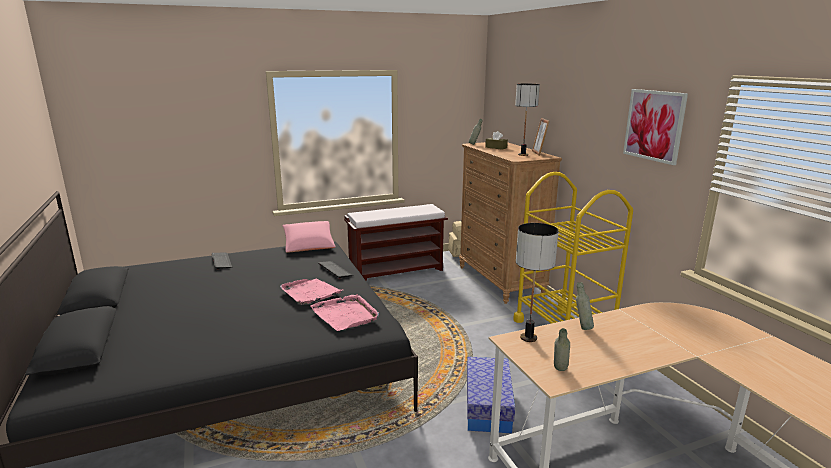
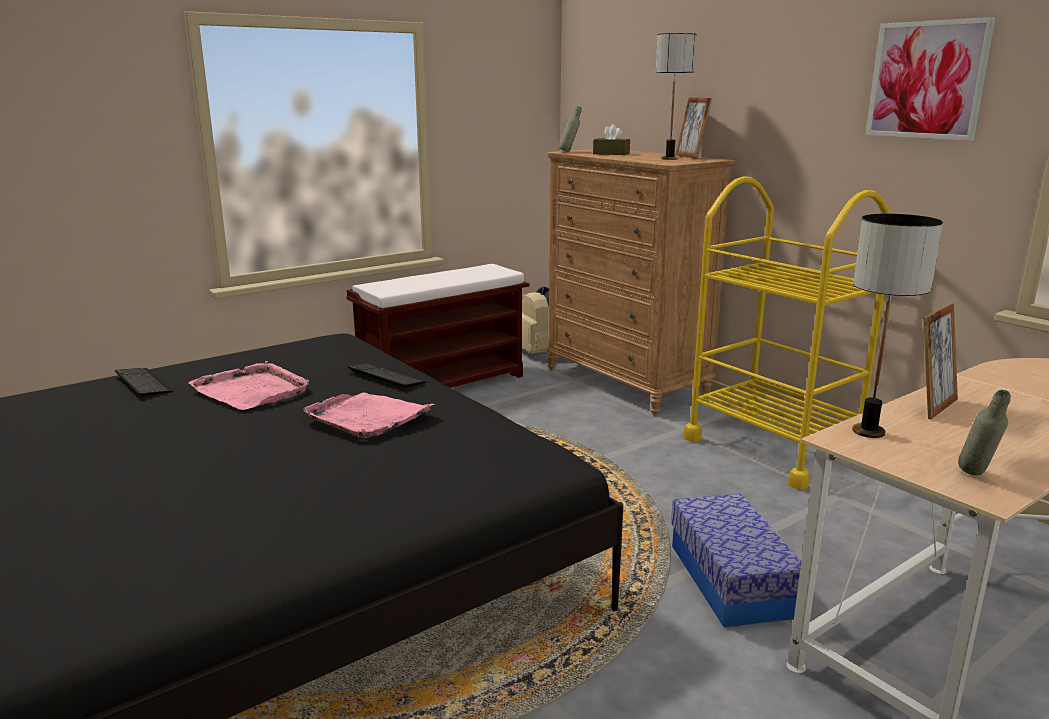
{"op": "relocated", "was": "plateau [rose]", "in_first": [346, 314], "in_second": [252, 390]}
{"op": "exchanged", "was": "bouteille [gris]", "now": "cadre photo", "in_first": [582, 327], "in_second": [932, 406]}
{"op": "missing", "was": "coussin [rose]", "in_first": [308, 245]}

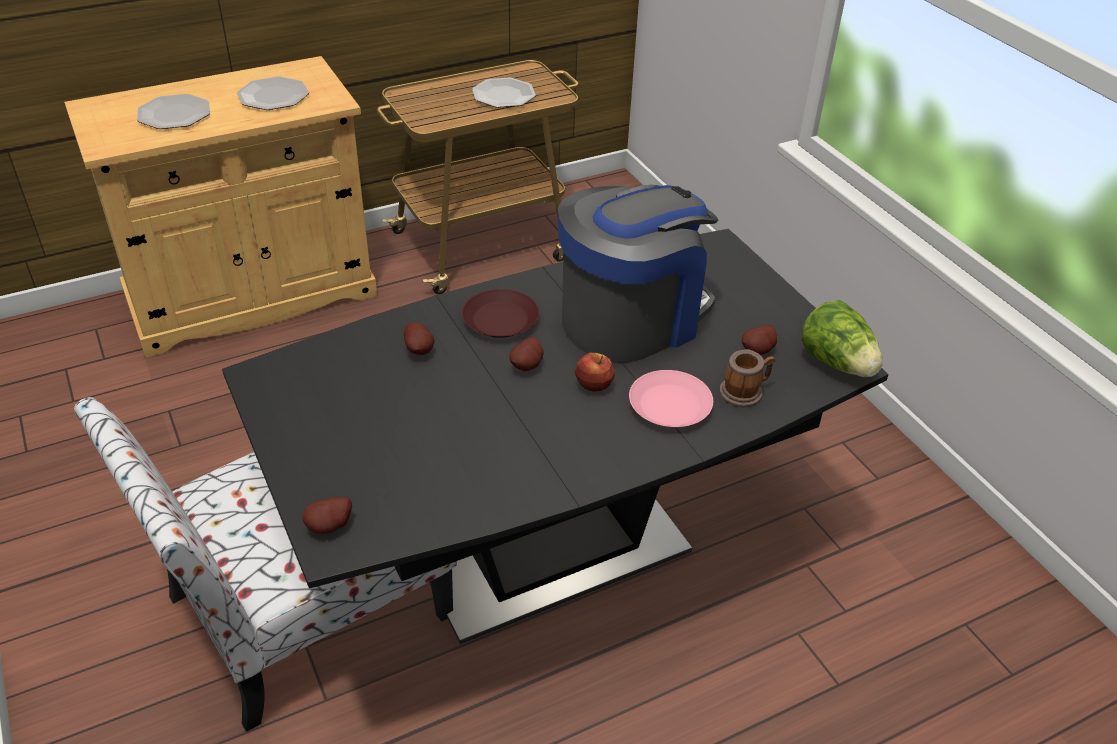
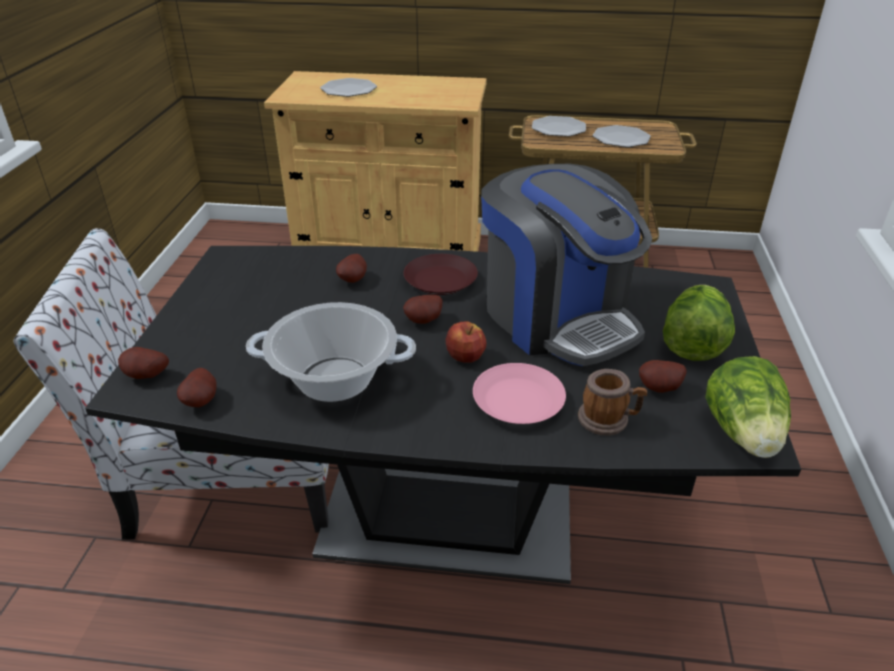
{"op": "appeared", "now": "pomme de terre", "in_second": [202, 401]}
{"op": "appeared", "now": "marmite", "in_second": [334, 380]}
{"op": "spun", "was": "machine à café", "in_first": [631, 318], "in_second": [557, 317], "clockwise": 60}
{"op": "relocated", "was": "assiette", "in_first": [273, 96], "in_second": [558, 128]}
{"op": "appeared", "now": "laitue", "in_second": [692, 344]}

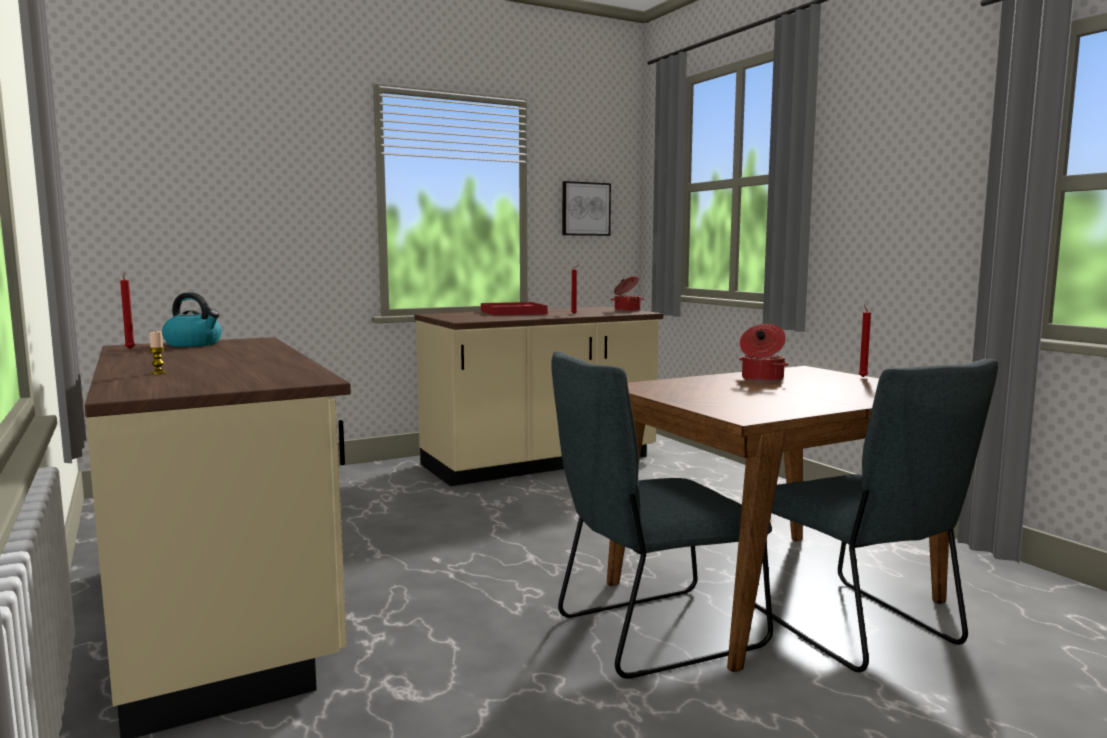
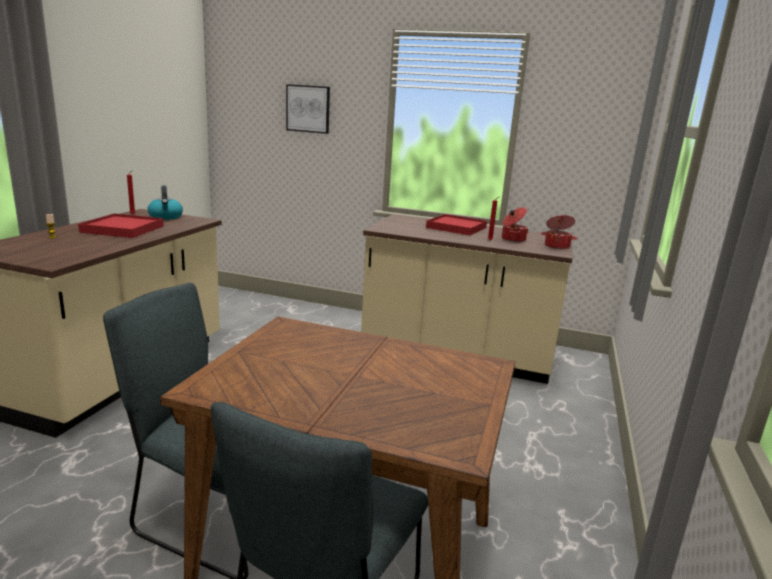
{"op": "appeared", "now": "plateau [rouge]", "in_second": [122, 229]}
{"op": "relocated", "was": "tableau", "in_first": [585, 209], "in_second": [308, 109]}
{"op": "relocated", "was": "marmite", "in_first": [761, 379], "in_second": [512, 239]}
{"op": "missing", "was": "bougie [rouge]", "in_first": [862, 377]}

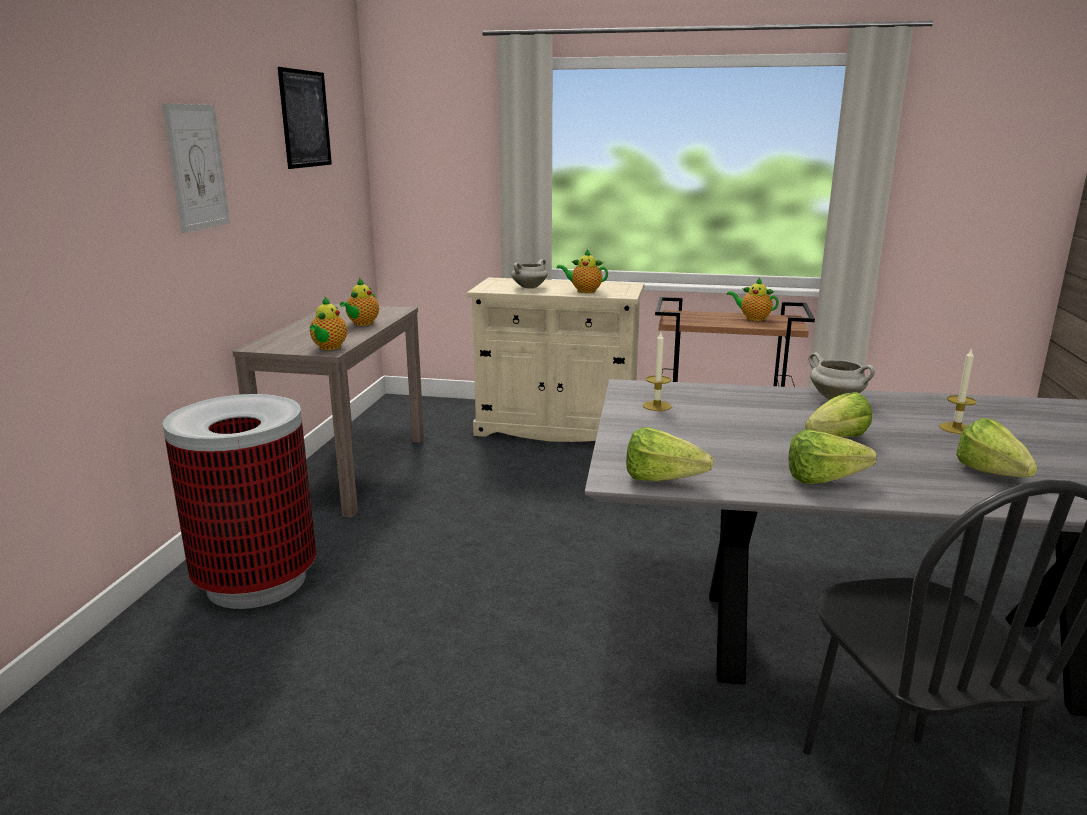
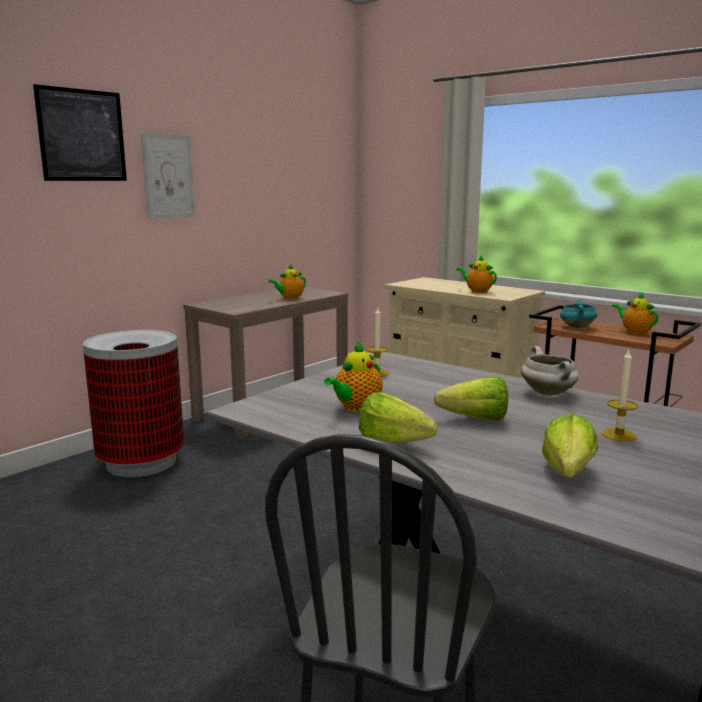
{"op": "relocated", "was": "tableau", "in_first": [305, 119], "in_second": [82, 135]}
{"op": "relocated", "was": "théière", "in_first": [329, 348], "in_second": [356, 408]}
{"op": "appeared", "now": "marmite [turquoise]", "in_second": [576, 327]}
{"op": "missing", "was": "marmite [blanc]", "in_first": [529, 287]}
{"op": "missing", "was": "laitue", "in_first": [668, 481]}

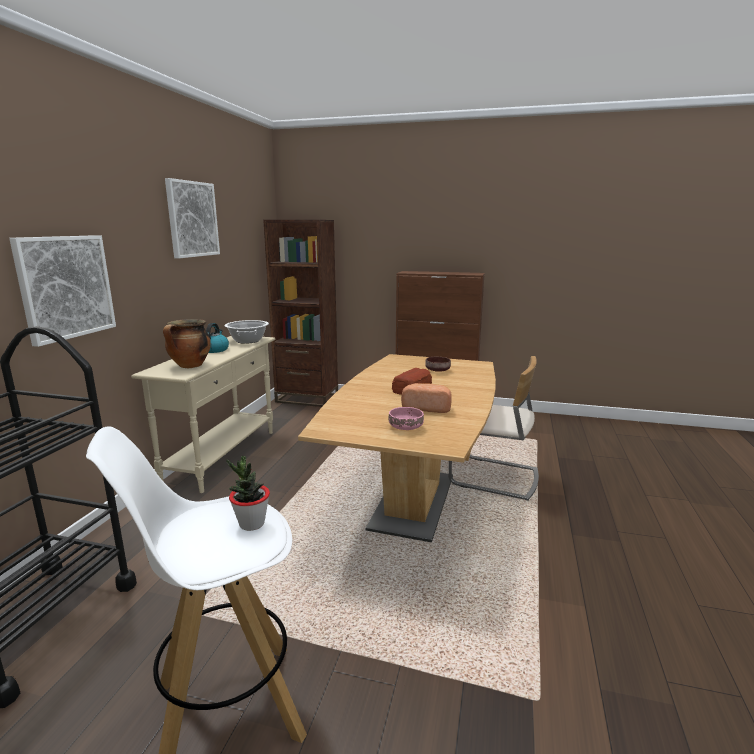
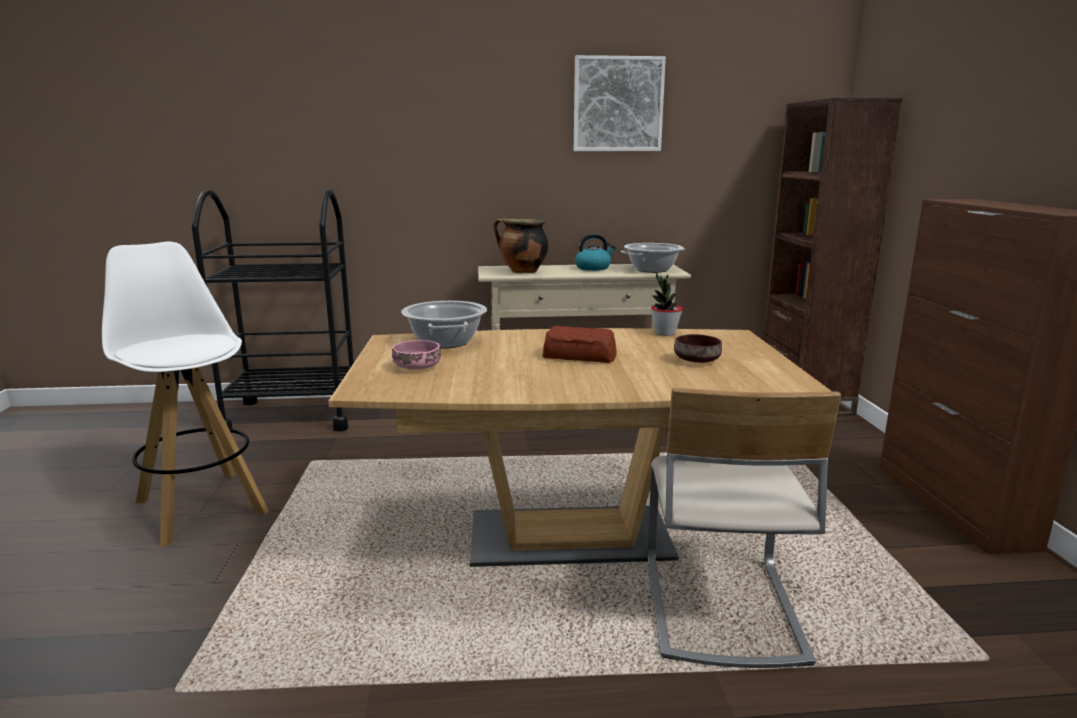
{"op": "appeared", "now": "marmite", "in_second": [446, 342]}
{"op": "relocated", "was": "plante en pot", "in_first": [251, 524], "in_second": [665, 333]}
{"op": "missing", "was": "tableau", "in_first": [66, 287]}
{"op": "missing", "was": "pain", "in_first": [427, 408]}

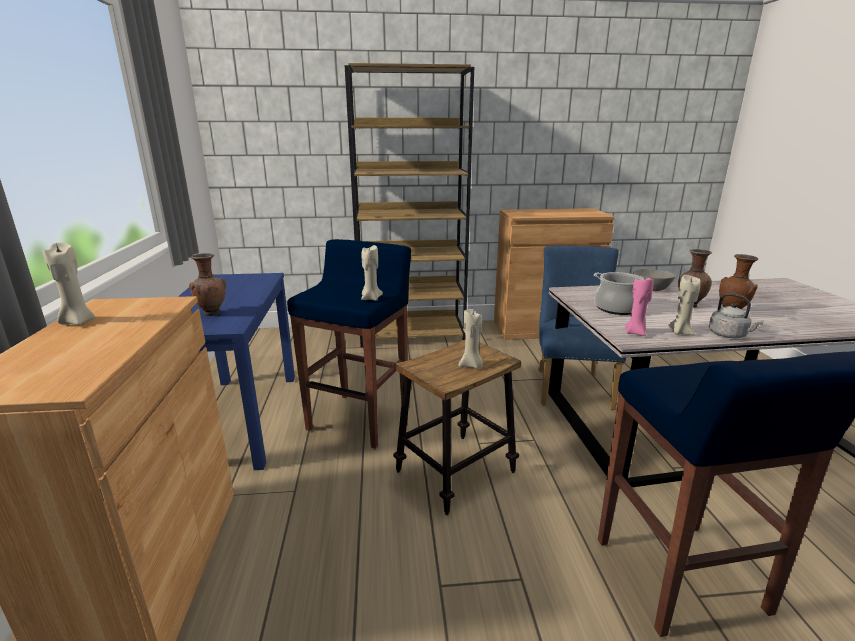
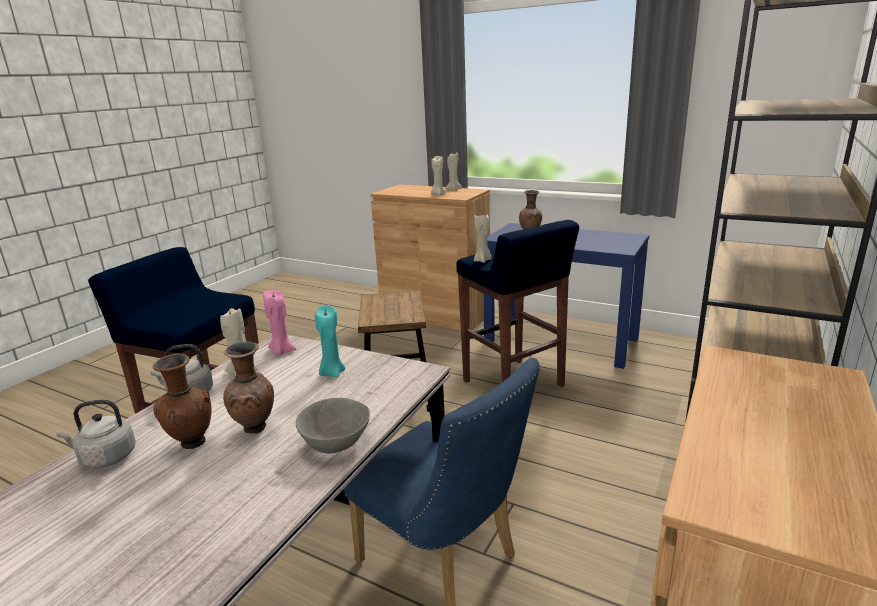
{"op": "appeared", "now": "bouilloire [gris]", "in_second": [105, 458]}
{"op": "exchanged", "was": "marmite", "now": "bougie [turquoise]", "in_first": [617, 308], "in_second": [332, 373]}
{"op": "relocated", "was": "bougie [beige]", "in_first": [471, 365], "in_second": [438, 194]}

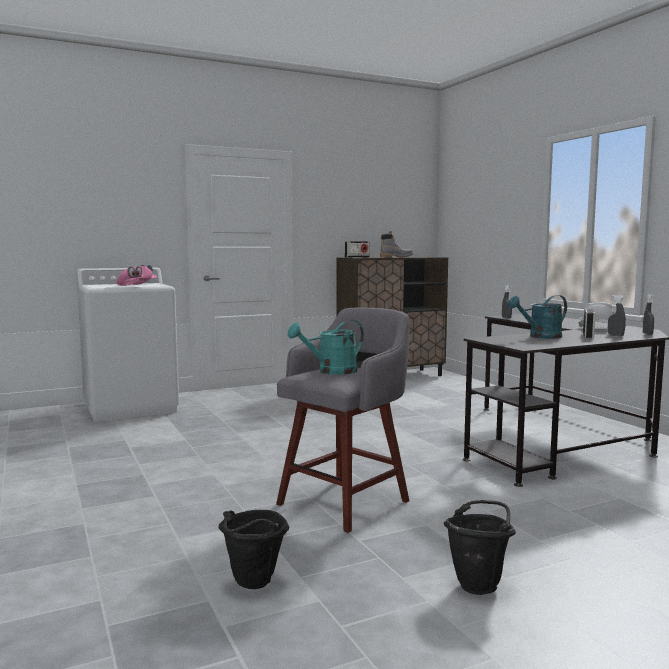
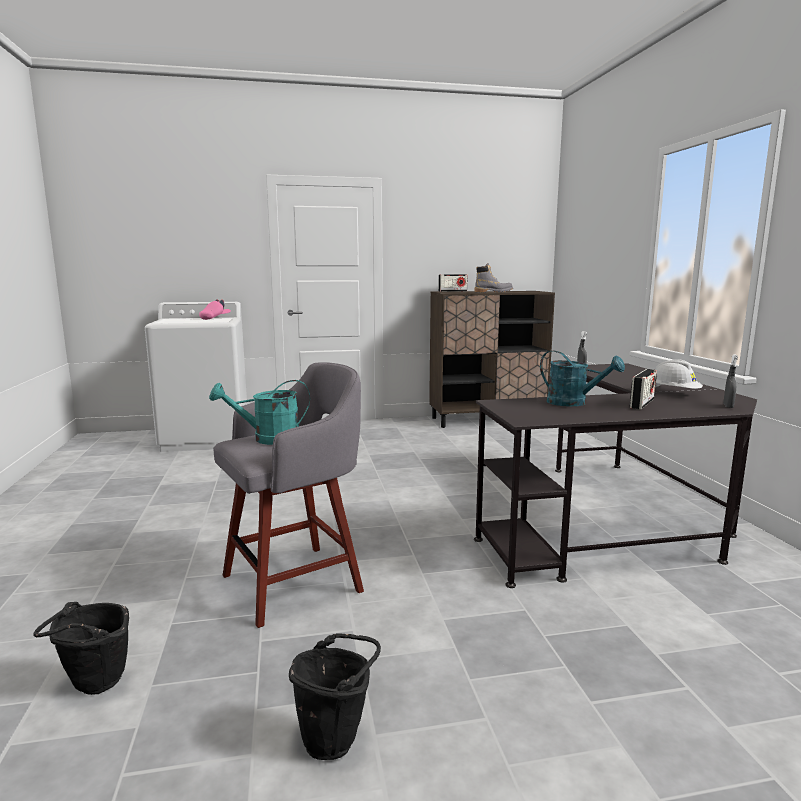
{"op": "spun", "was": "arrosoir [turquoise]", "in_first": [540, 337], "in_second": [574, 403], "clockwise": -135}
{"op": "missing", "was": "casquette [rose]", "in_first": [131, 286]}
{"op": "missing", "was": "vaporisateur [gris]", "in_first": [615, 335]}

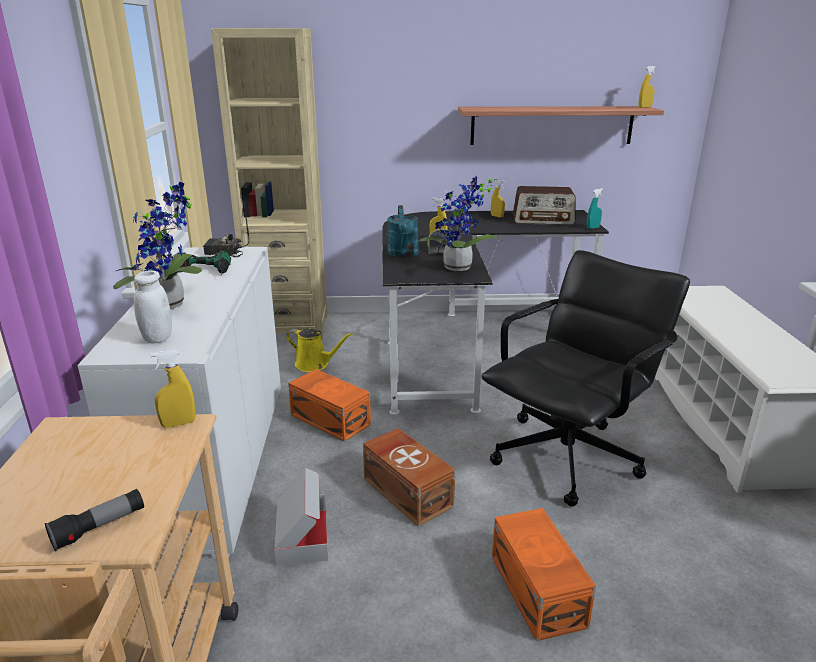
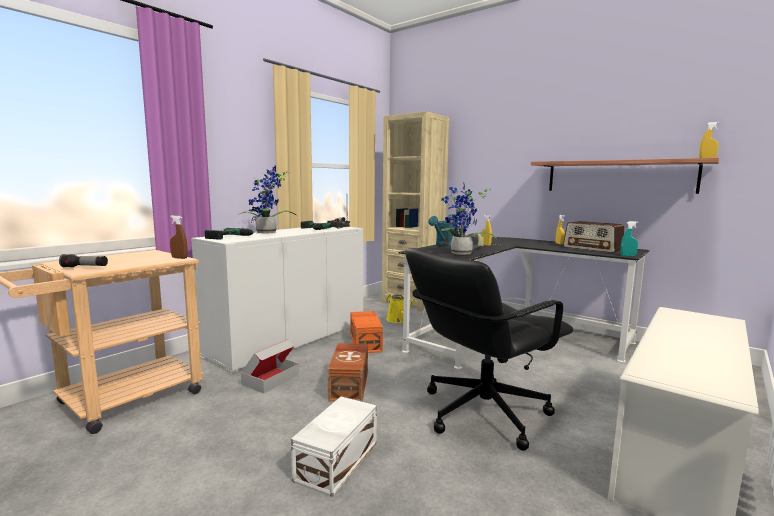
{"op": "colour", "was": "vaporisateur [jaune]", "now": "vaporisateur [marron]", "in_first": [178, 424], "in_second": [179, 258]}
{"op": "exchanged", "was": "bocal [blanc]", "now": "perceuse", "in_first": [157, 338], "in_second": [234, 237]}
{"op": "colour", "was": "boîte de rangement [orange]", "now": "boîte de rangement [blanc]", "in_first": [536, 592], "in_second": [335, 461]}
{"op": "spun", "was": "chaise de bureau [noir]", "in_first": [568, 457], "in_second": [482, 412], "clockwise": 150}

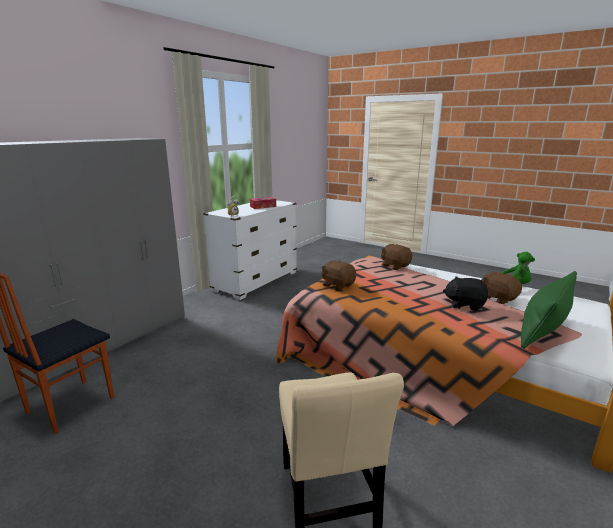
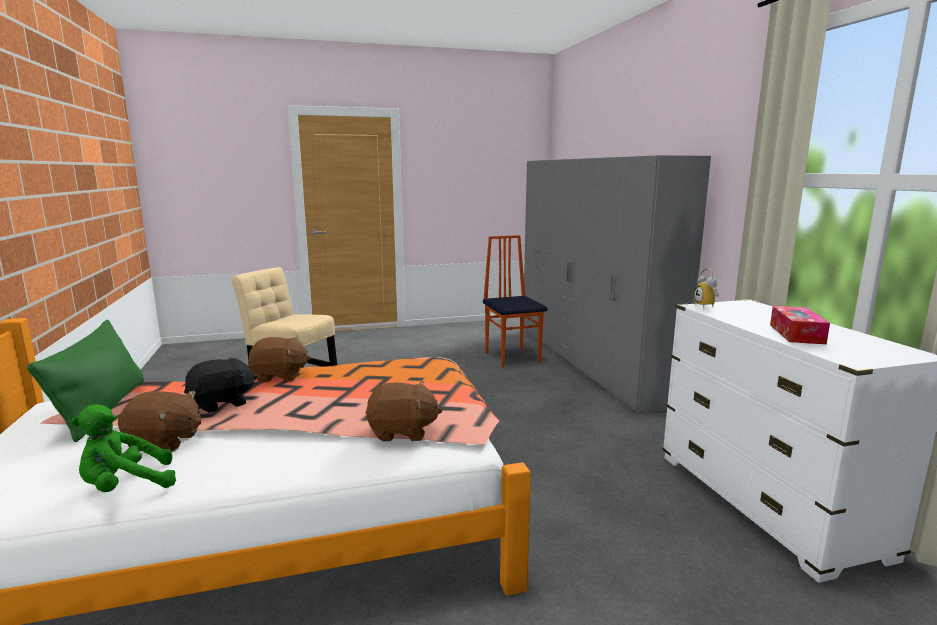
{"op": "relocated", "was": "peluche [marron]", "in_first": [338, 285], "in_second": [279, 376]}

